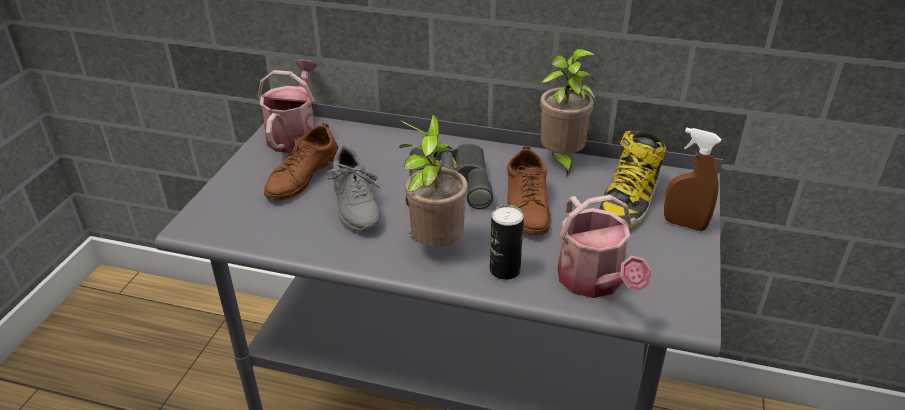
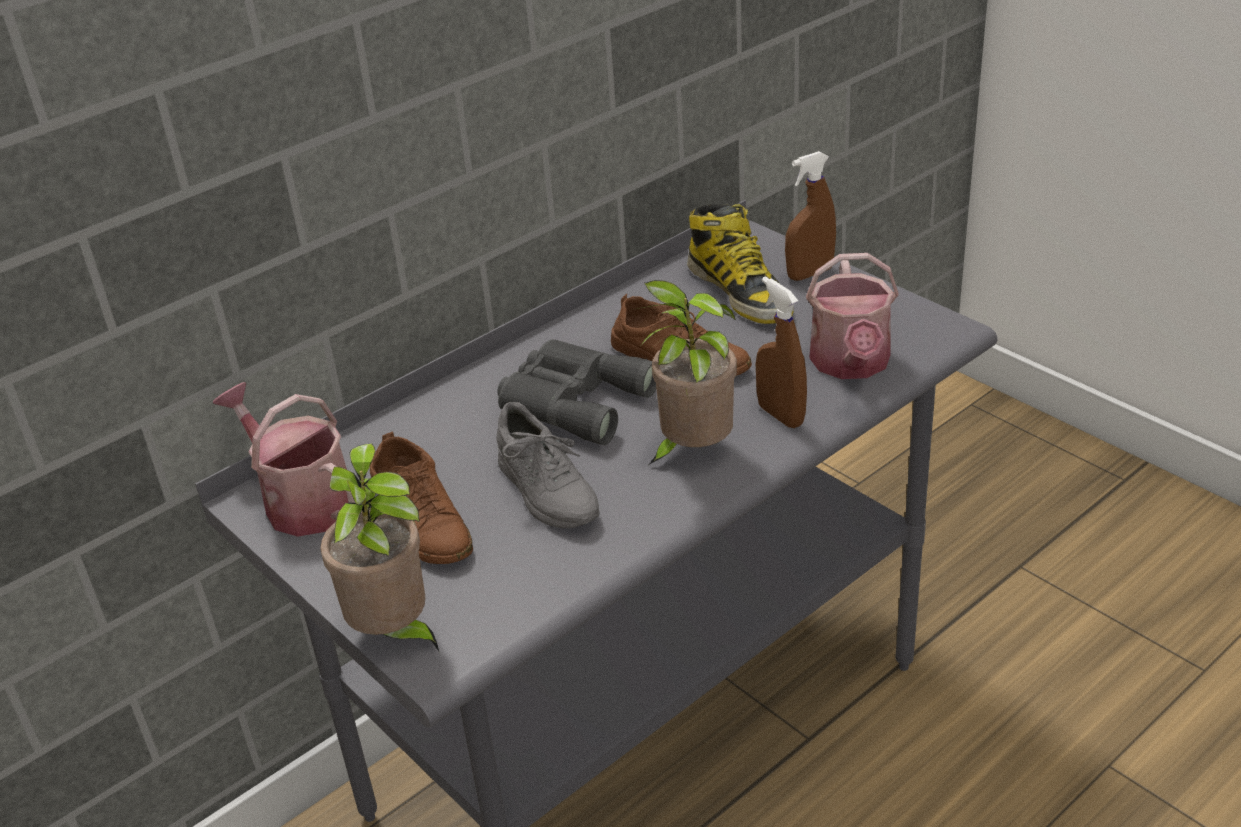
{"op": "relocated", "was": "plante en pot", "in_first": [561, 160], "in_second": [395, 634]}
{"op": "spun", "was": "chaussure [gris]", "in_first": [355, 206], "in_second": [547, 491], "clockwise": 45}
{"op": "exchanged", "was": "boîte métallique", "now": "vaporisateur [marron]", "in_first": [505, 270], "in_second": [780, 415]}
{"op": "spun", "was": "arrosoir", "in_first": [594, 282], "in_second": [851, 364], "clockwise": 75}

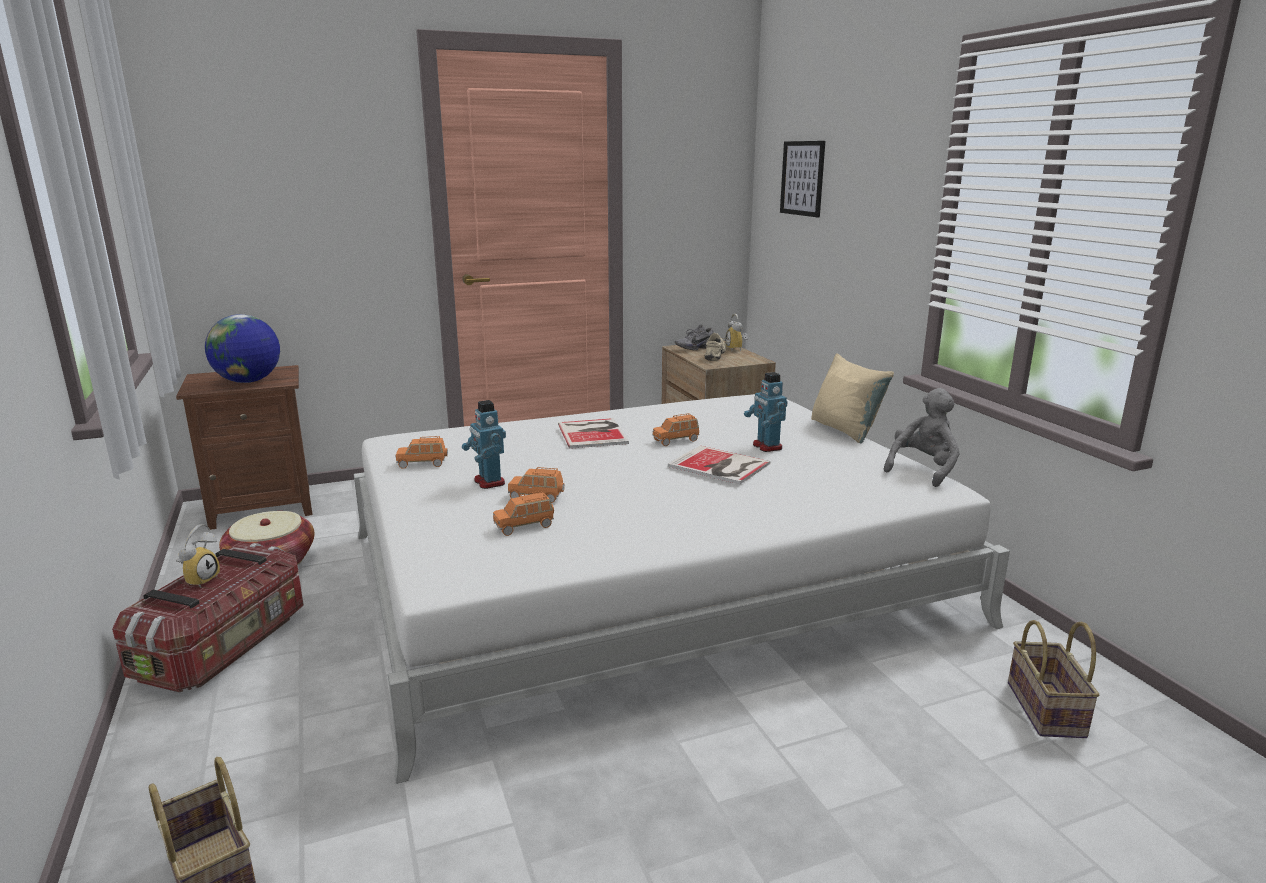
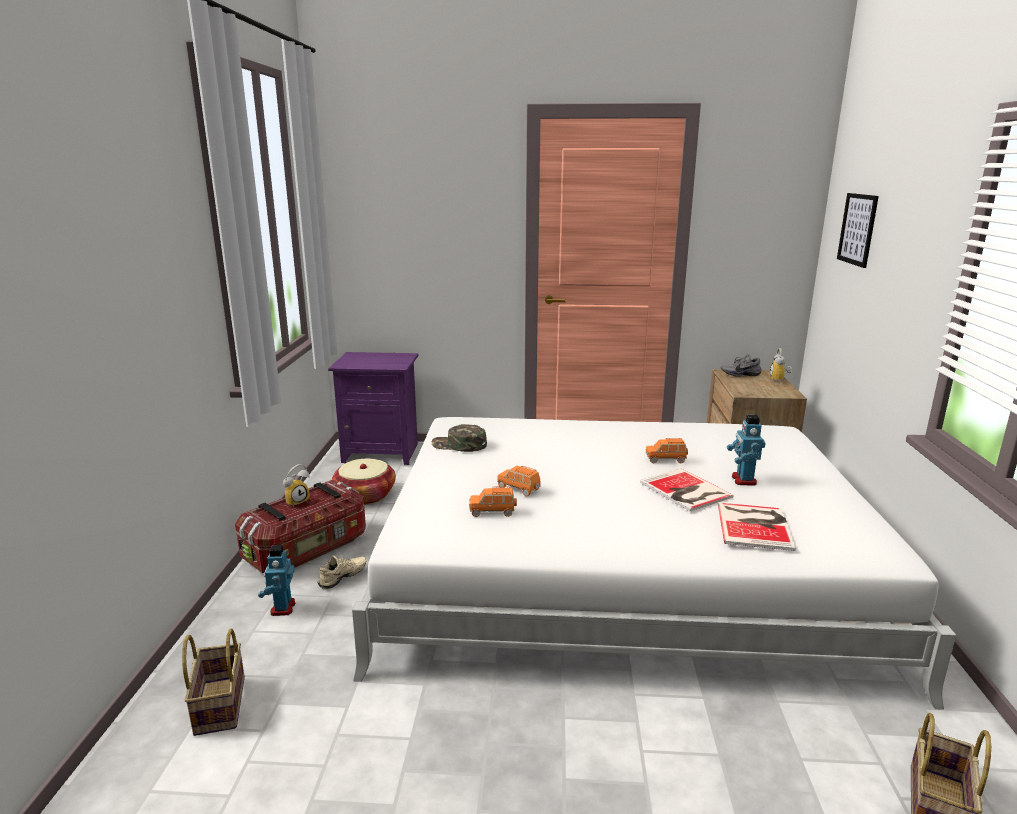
{"op": "relocated", "was": "robot jouet", "in_first": [488, 482], "in_second": [282, 608]}
{"op": "relocated", "was": "chaussure [beige]", "in_first": [717, 356], "in_second": [343, 578]}
{"op": "colour", "was": "table de chevet [marron]", "now": "table de chevet [violet]", "in_first": [263, 507], "in_second": [381, 452]}
{"op": "exchanged", "was": "petite voiture [orange]", "now": "casquette [vert]", "in_first": [422, 464], "in_second": [459, 445]}
{"op": "relocated", "was": "livre", "in_first": [593, 433], "in_second": [755, 525]}
{"op": "missing", "was": "globe", "in_first": [248, 381]}
{"op": "missing", "was": "coussin [beige]", "in_first": [845, 430]}
{"op": "missing", "was": "peluche [gris]", "in_first": [923, 470]}

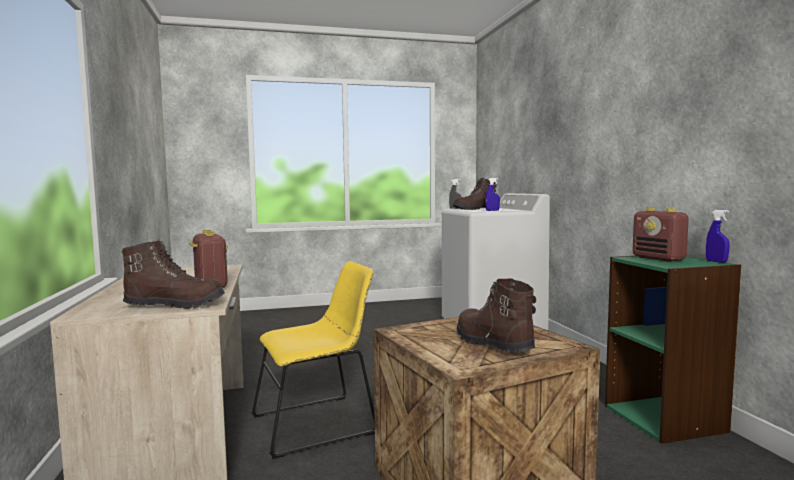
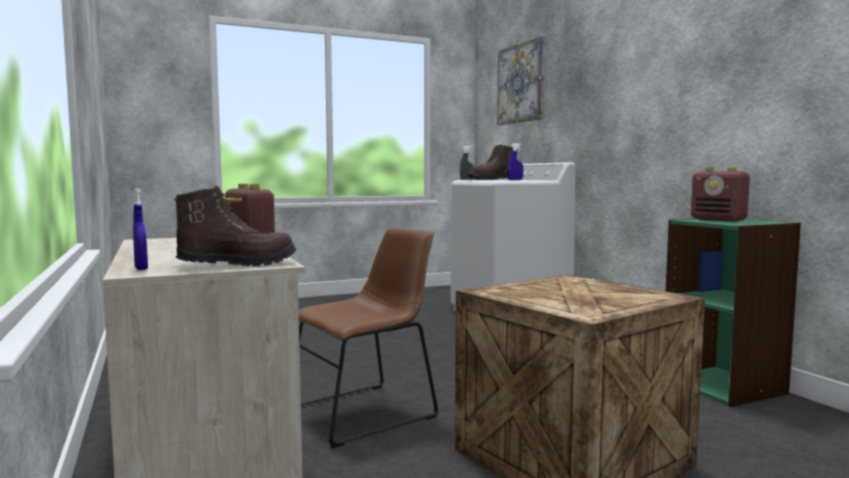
{"op": "relocated", "was": "vaporisateur [bleu]", "in_first": [716, 261], "in_second": [141, 268]}
{"op": "colour", "was": "chaise [jaune]", "now": "chaise [marron]", "in_first": [319, 423], "in_second": [366, 411]}
{"op": "appeared", "now": "tableau", "in_second": [521, 83]}
{"op": "missing", "was": "botte [marron]", "in_first": [492, 344]}

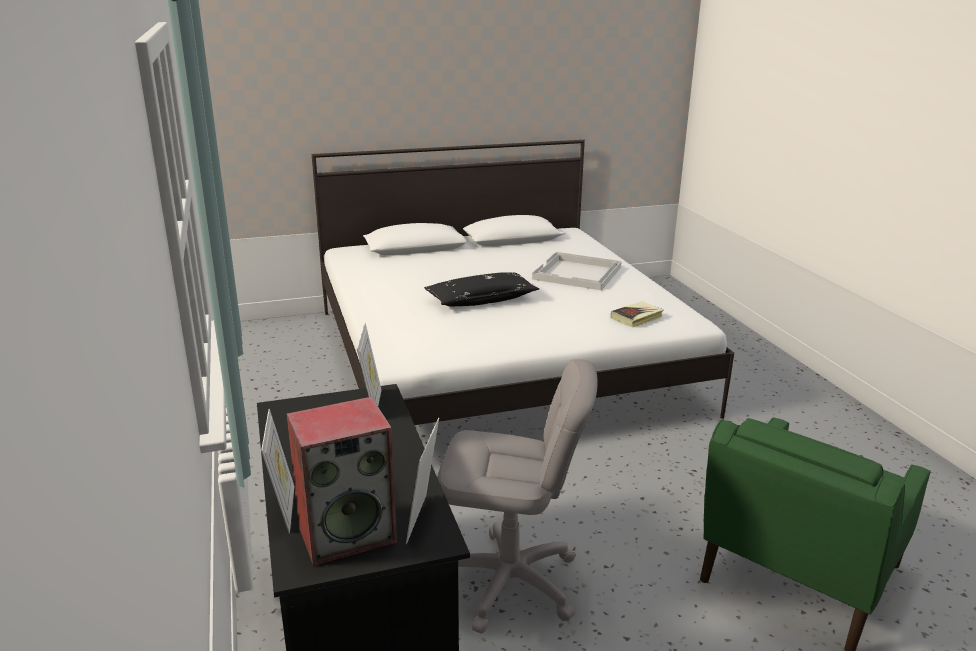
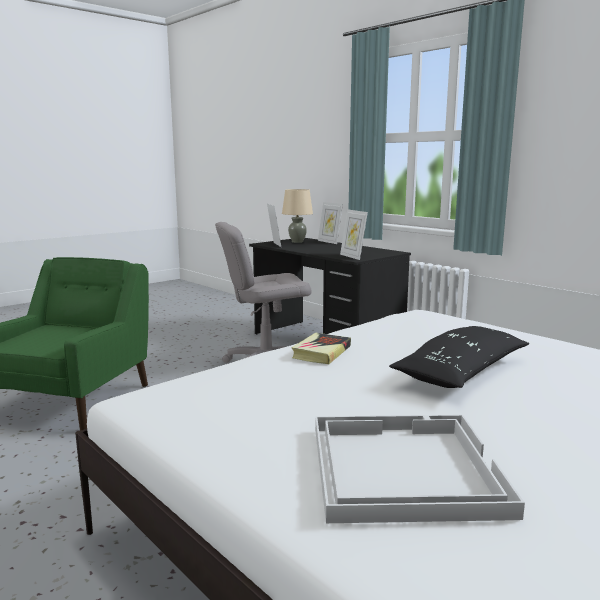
{"op": "exchanged", "was": "enceinte", "now": "lampe de table [beige]", "in_first": [348, 533], "in_second": [297, 242]}
{"op": "relocated", "was": "livre", "in_first": [636, 317], "in_second": [321, 352]}

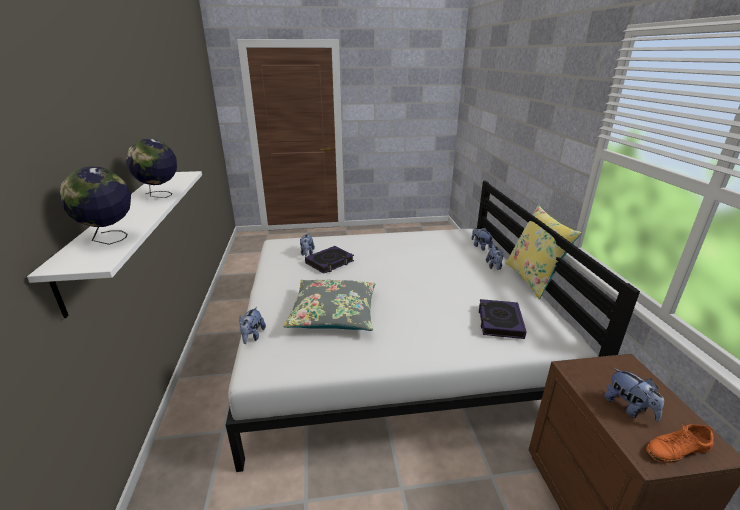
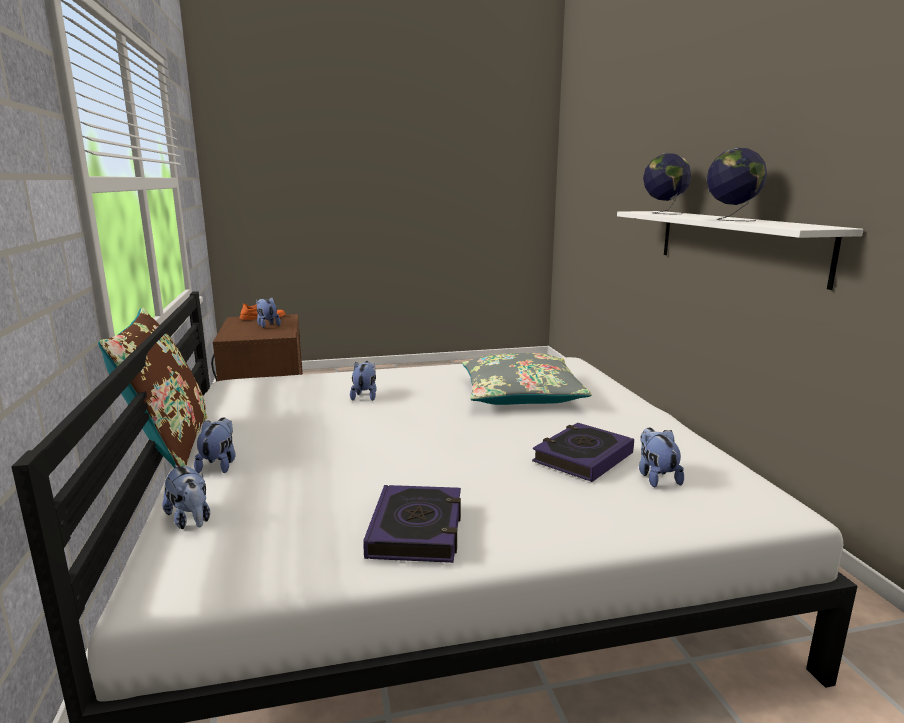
{"op": "colour", "was": "coussin [jaune]", "now": "coussin [marron]", "in_first": [532, 279], "in_second": [169, 446]}
{"op": "relocated", "was": "peluche", "in_first": [252, 336], "in_second": [365, 396]}
{"op": "relocated", "was": "livre", "in_first": [500, 322], "in_second": [417, 530]}

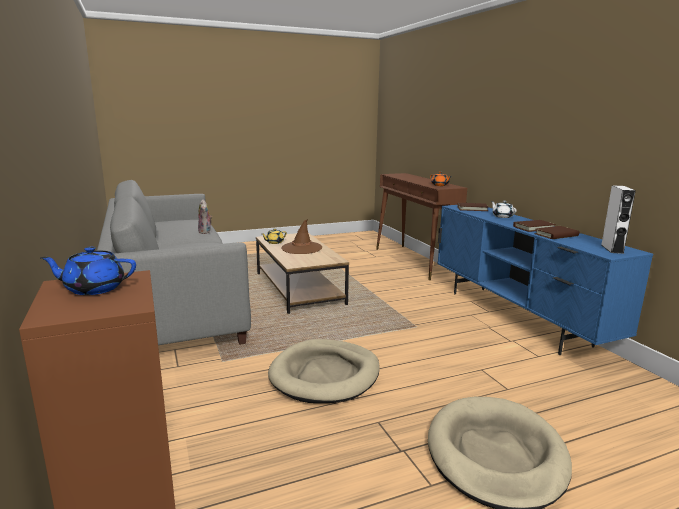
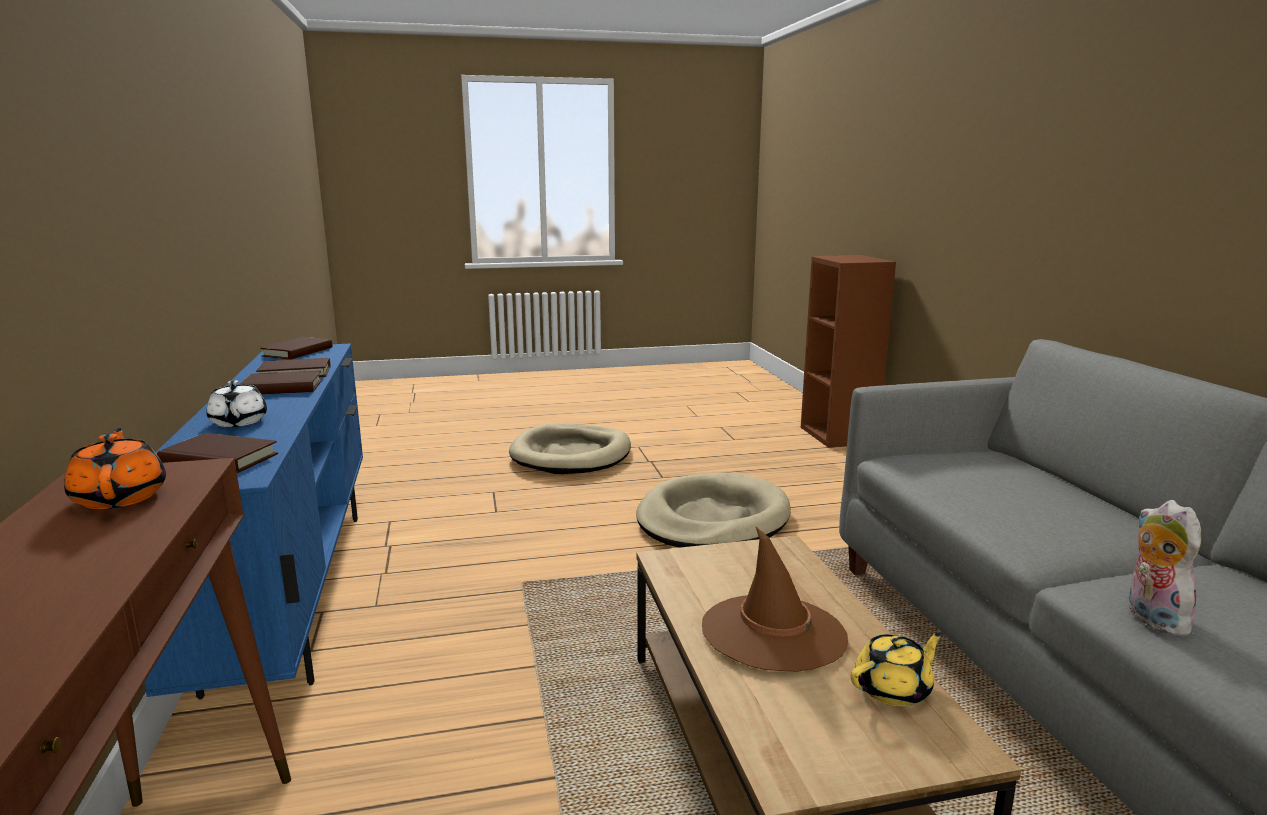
{"op": "exchanged", "was": "enceinte [blanc]", "now": "livre [marron]", "in_first": [612, 249], "in_second": [298, 352]}
{"op": "missing", "was": "théière [bleu]", "in_first": [94, 288]}

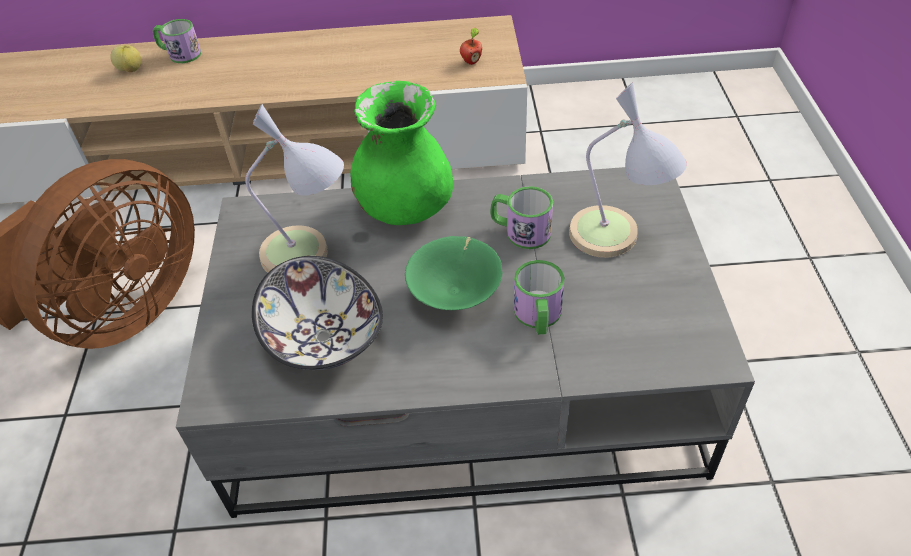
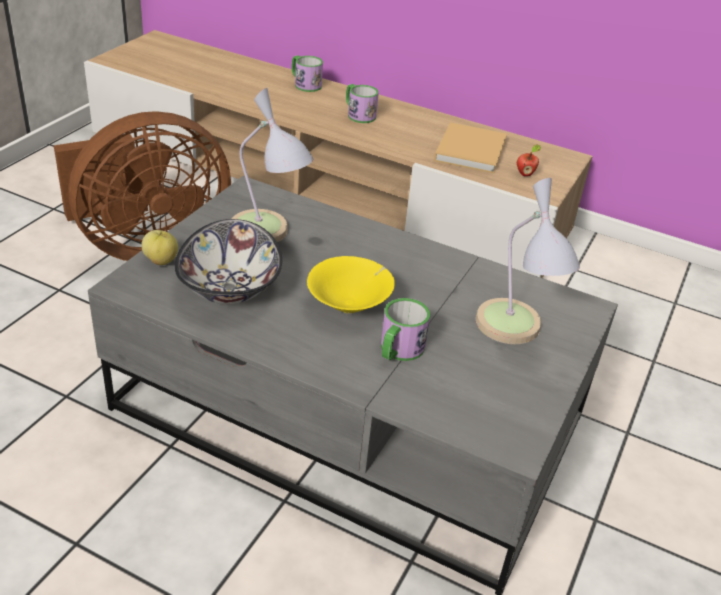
{"op": "relocated", "was": "pomme", "in_first": [131, 70], "in_second": [161, 260]}
{"op": "colour", "was": "bol [vert]", "now": "bol [jaune]", "in_first": [456, 293], "in_second": [350, 306]}
{"op": "relocated", "was": "mug", "in_first": [520, 231], "in_second": [358, 114]}
{"op": "appeared", "now": "livre [beige]", "in_second": [471, 149]}
{"op": "missing", "was": "vase [vert]", "in_first": [405, 208]}

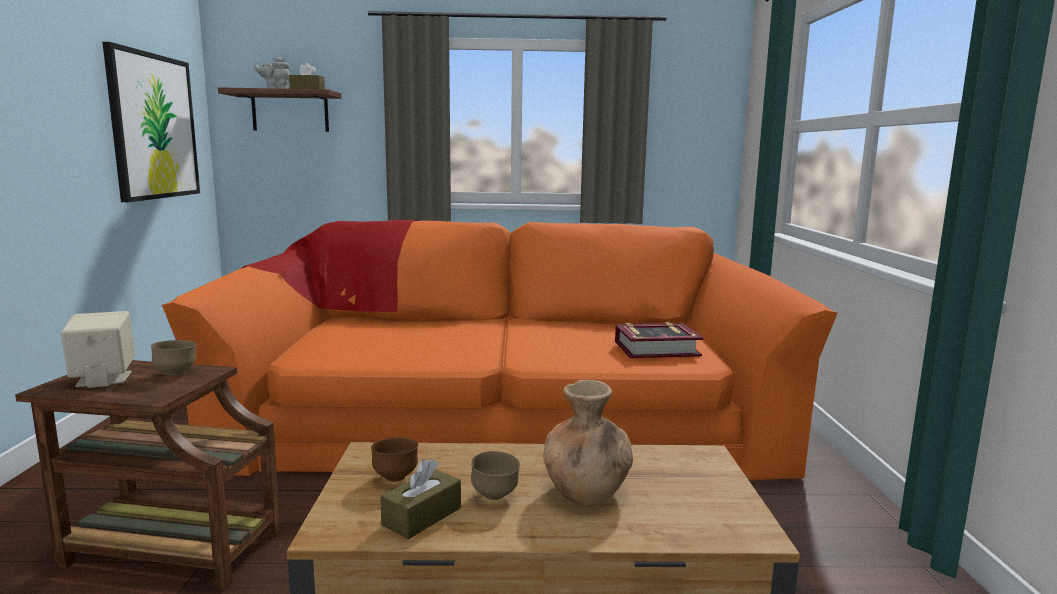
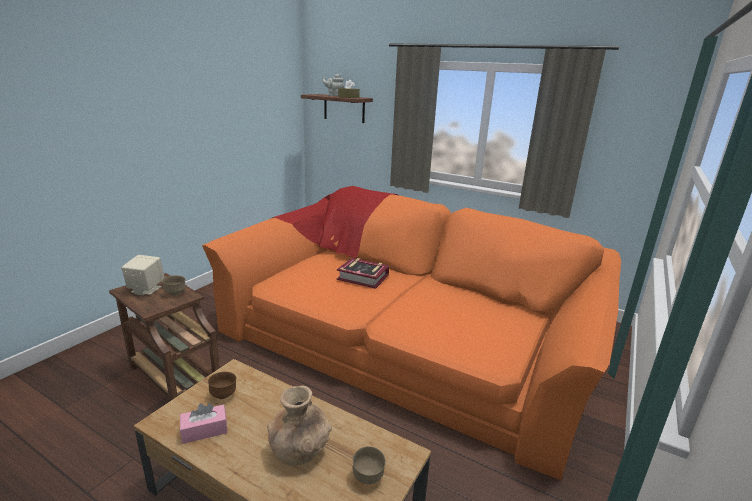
{"op": "colour", "was": "boîte à mouchoirs [marron]", "now": "boîte à mouchoirs [rose]", "in_first": [422, 516], "in_second": [204, 430]}
{"op": "relocated", "was": "livre", "in_first": [656, 349], "in_second": [363, 277]}
{"op": "relocated", "was": "bol [marron]", "in_first": [495, 496], "in_second": [368, 478]}
{"op": "missing", "was": "tableau", "in_first": [153, 126]}

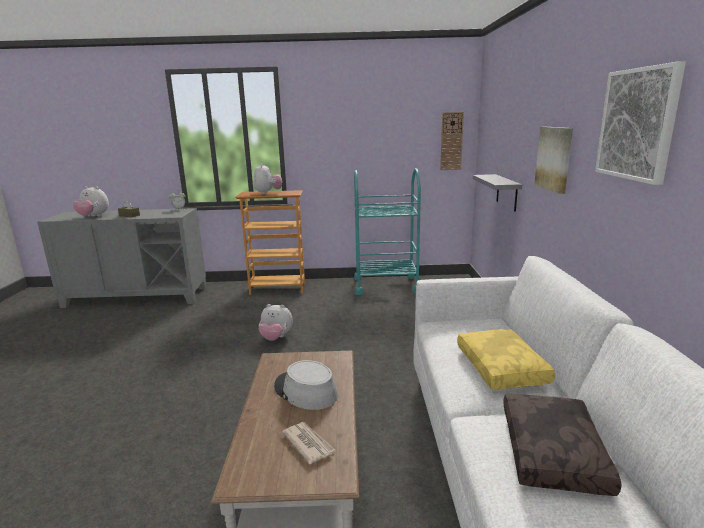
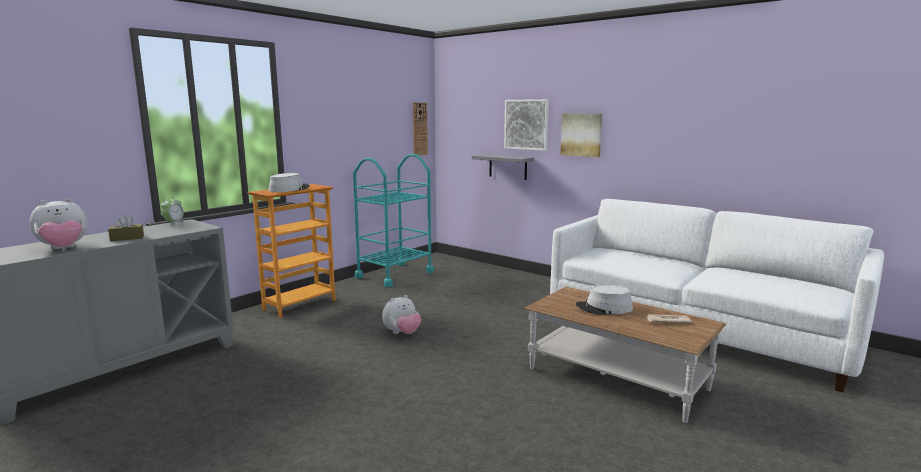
{"op": "exchanged", "was": "peluche", "now": "chapeau [gris]", "in_first": [268, 193], "in_second": [289, 189]}
{"op": "relocated", "was": "tableau", "in_first": [637, 124], "in_second": [526, 124]}
{"op": "missing", "was": "coussin [jaune]", "in_first": [503, 368]}
{"op": "missing", "was": "coussin [marron]", "in_first": [554, 453]}

